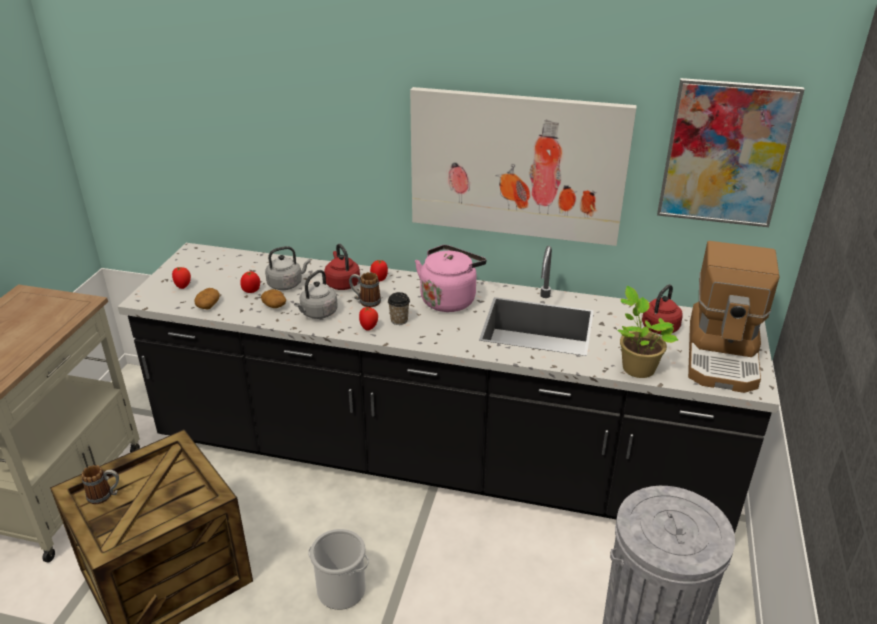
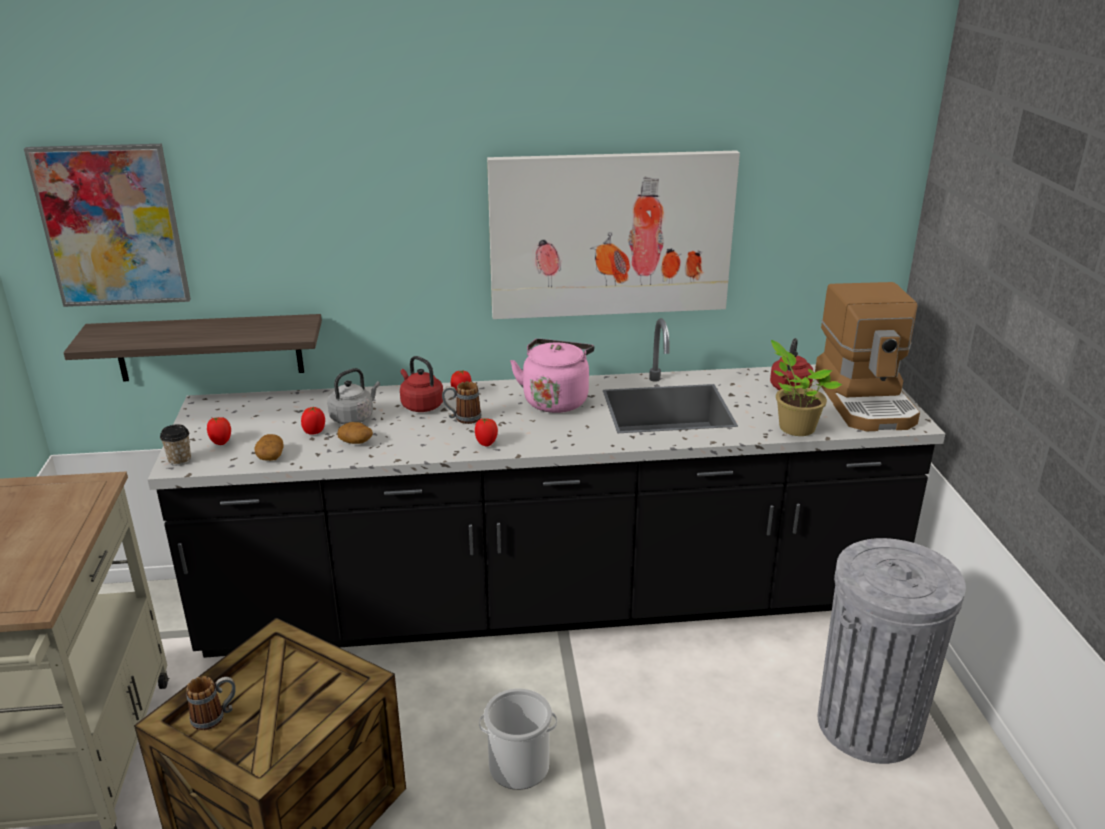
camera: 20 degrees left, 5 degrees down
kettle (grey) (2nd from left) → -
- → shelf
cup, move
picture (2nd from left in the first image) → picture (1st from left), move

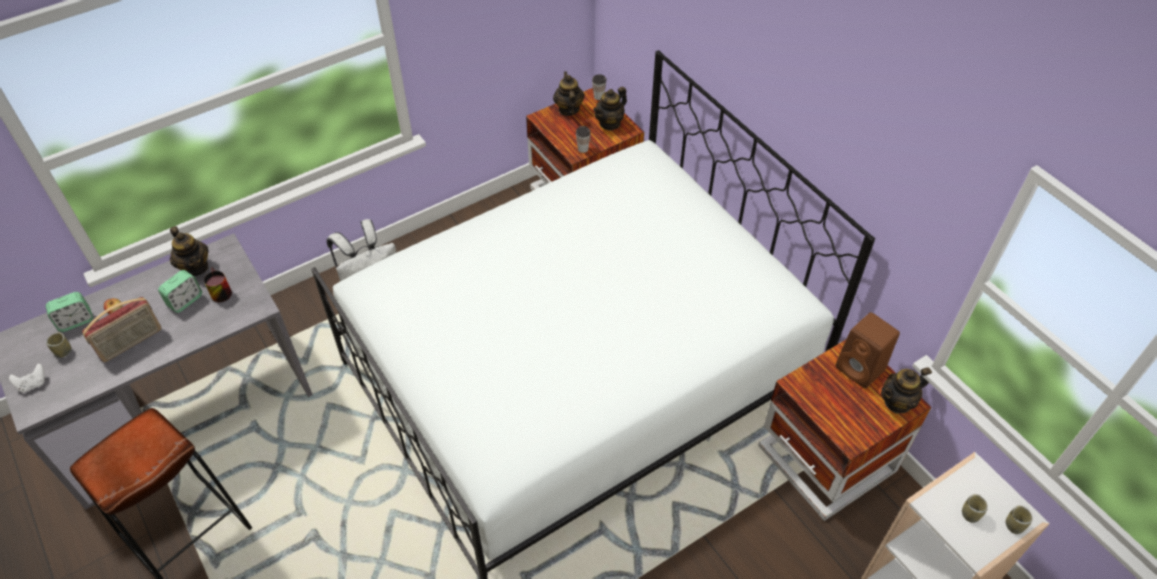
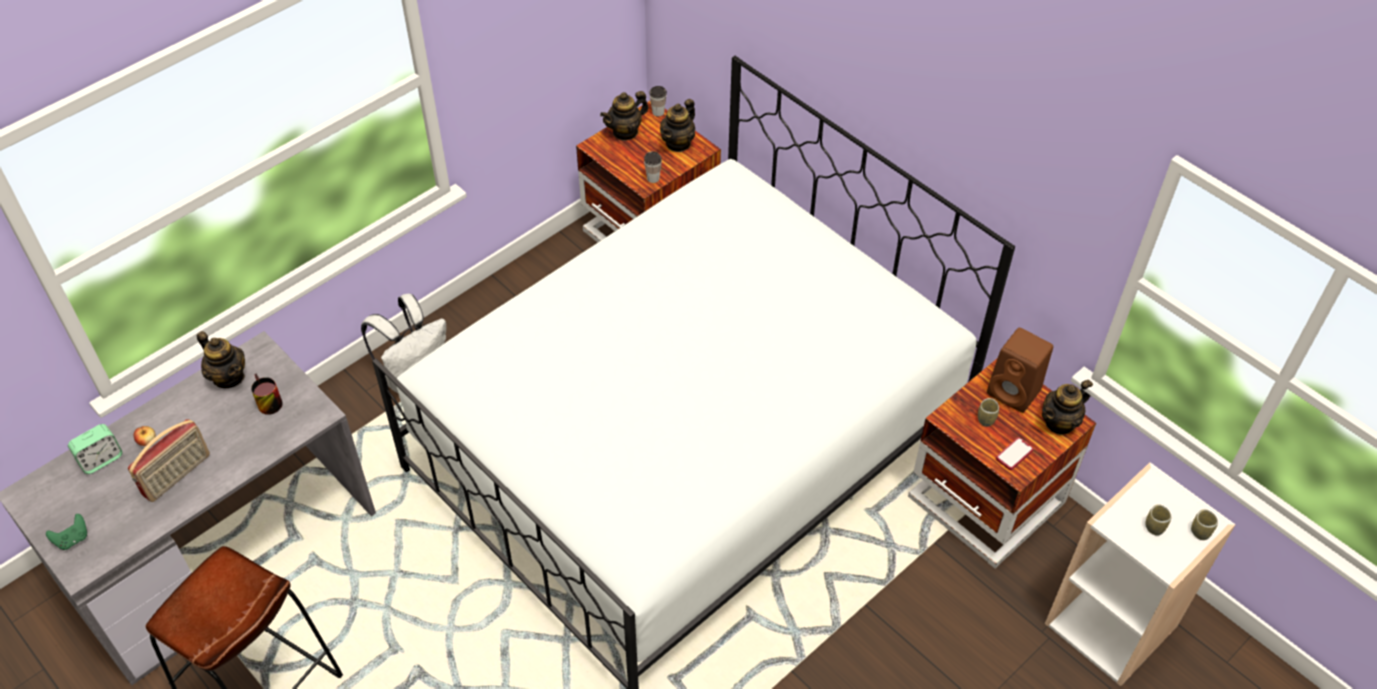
camera: 10 degrees left, 0 degrees up
alarm clock (2nd from left) → -
- → phone
cup (1st from left in the first image) → cup (3rd from left), move
game controller (white) → game controller (green)
teapot (2nd from left), 105 degrees counterclockwise

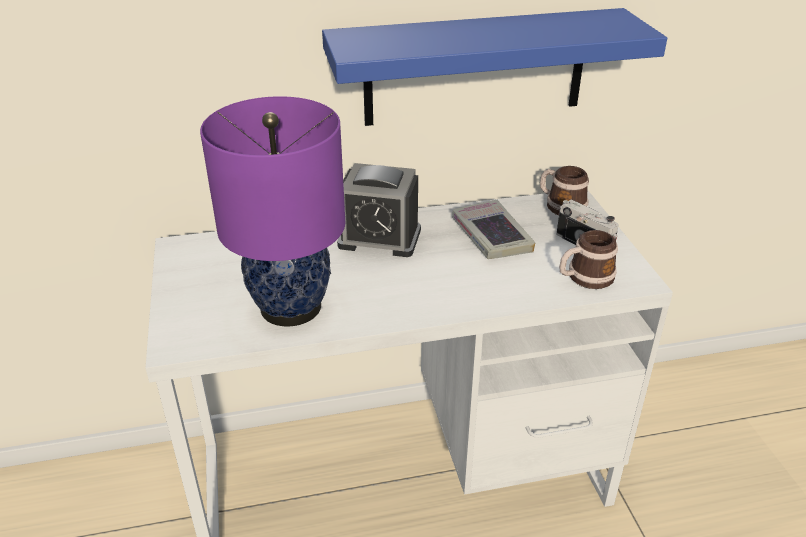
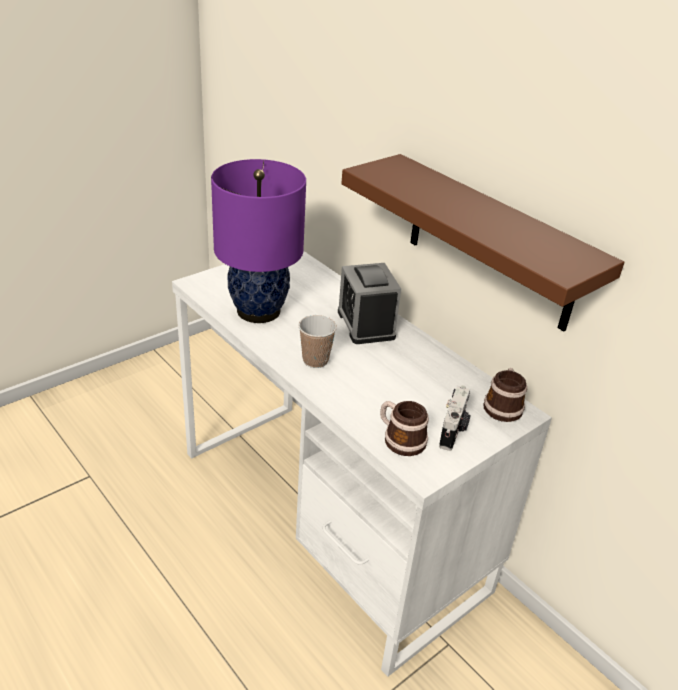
camera: 60 degrees right, 0 degrees up
book → -
- → cup
shelf (blue) → shelf (brown)

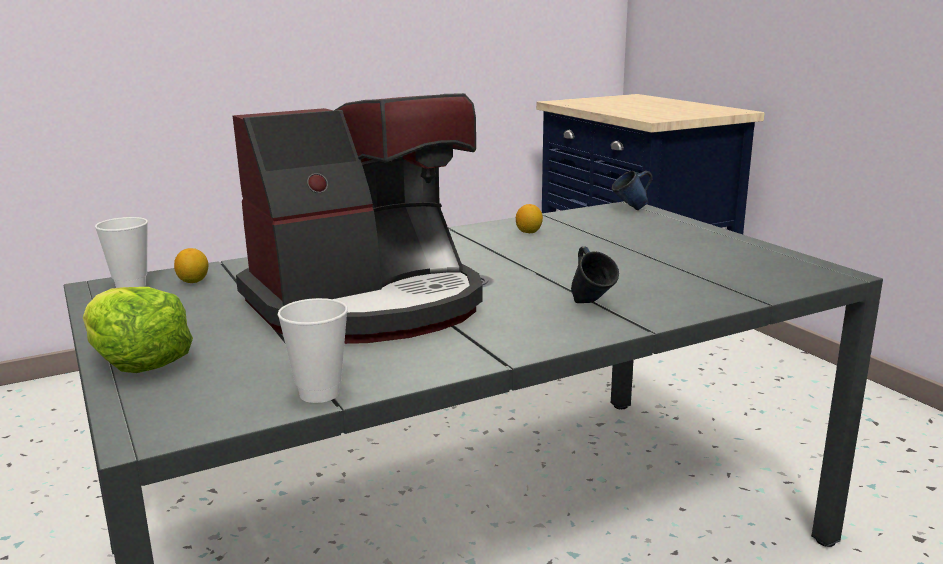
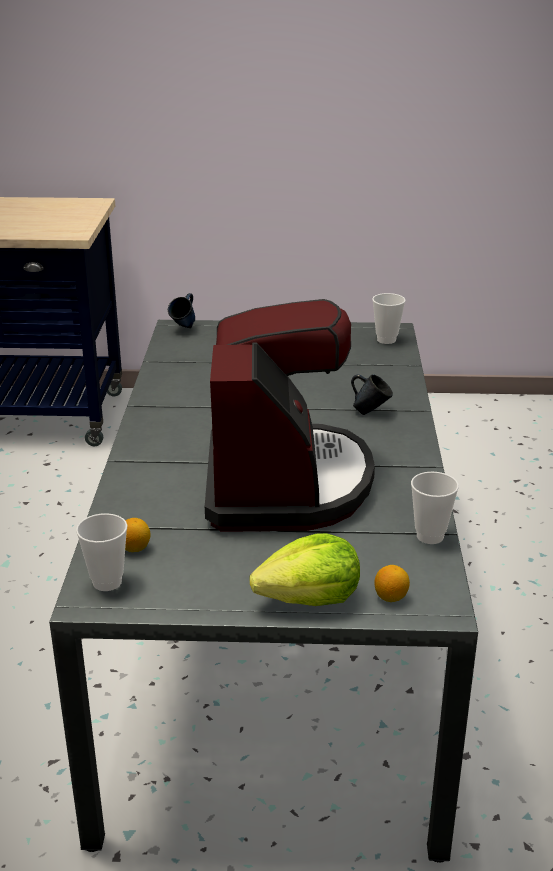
camera: 60 degrees left, 10 degrees up
- → cup (2nd from left)
lemon (2nd from left), move

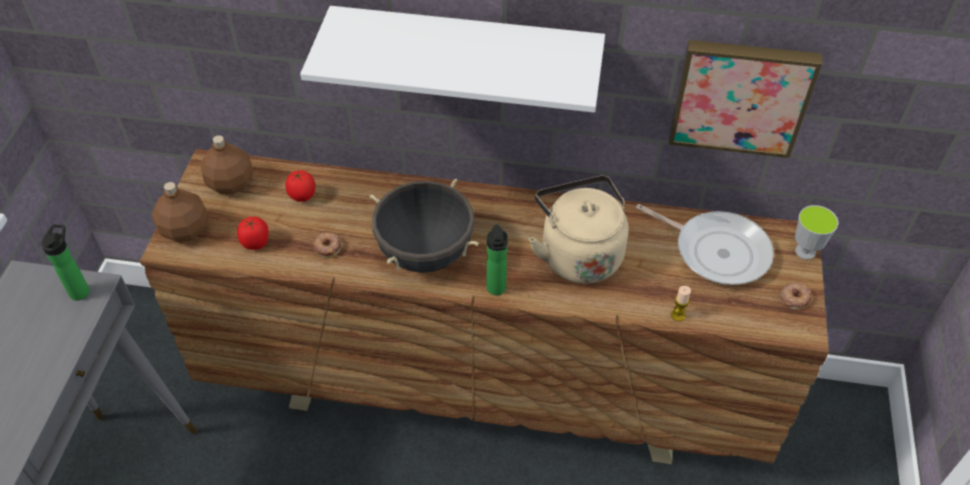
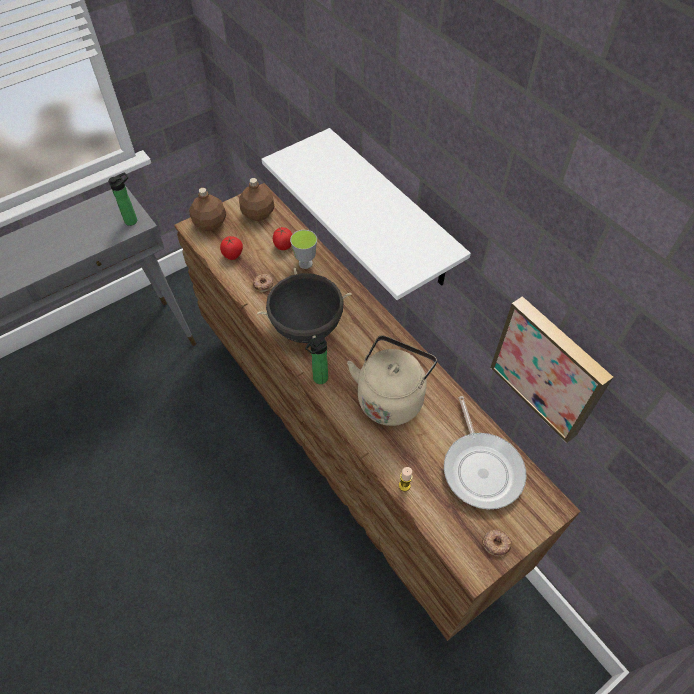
camera: 45 degrees right, 5 degrees up
cup, move

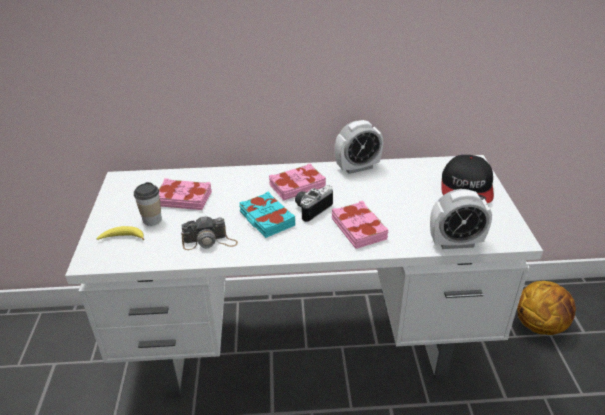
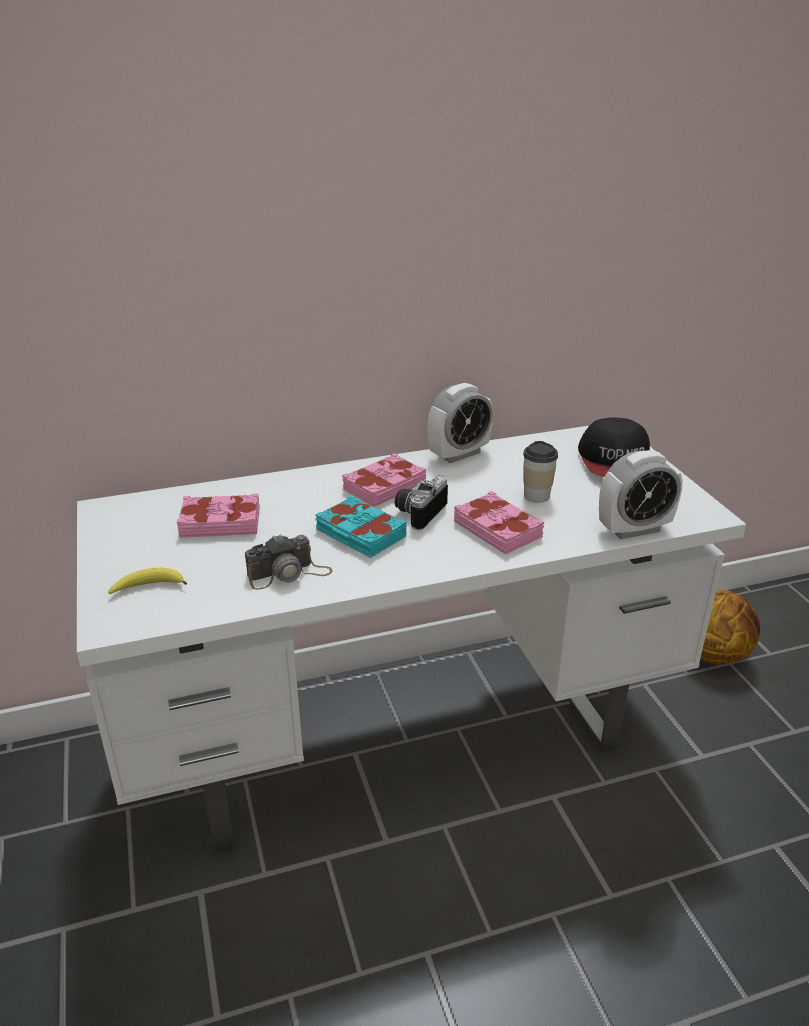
camera: 15 degrees left, 5 degrees down
cup, move

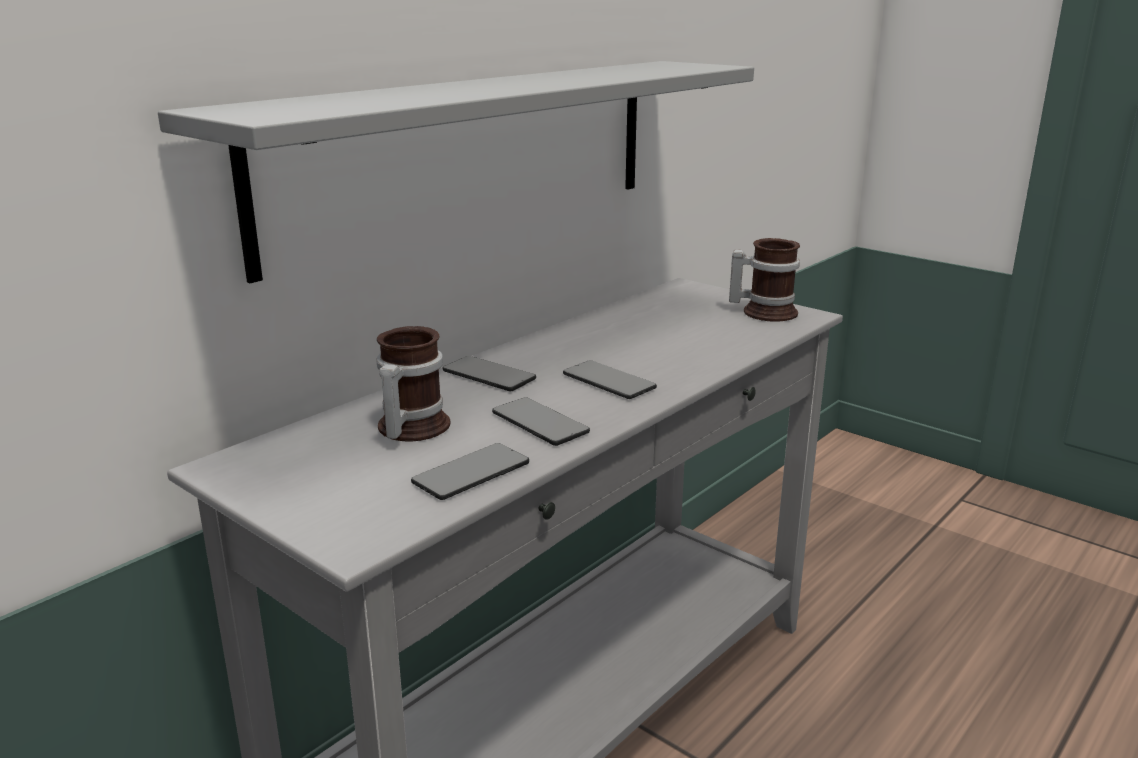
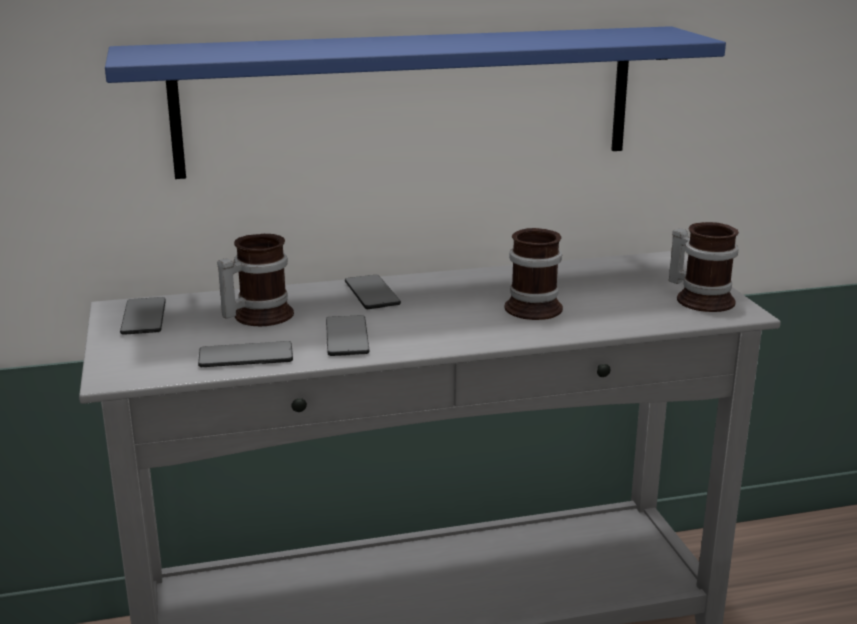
camera: 35 degrees right, 0 degrees up
- → mug (2nd from left)
phone (4th from left in the first image) → phone (1st from left), move
shelf (grey) → shelf (blue)

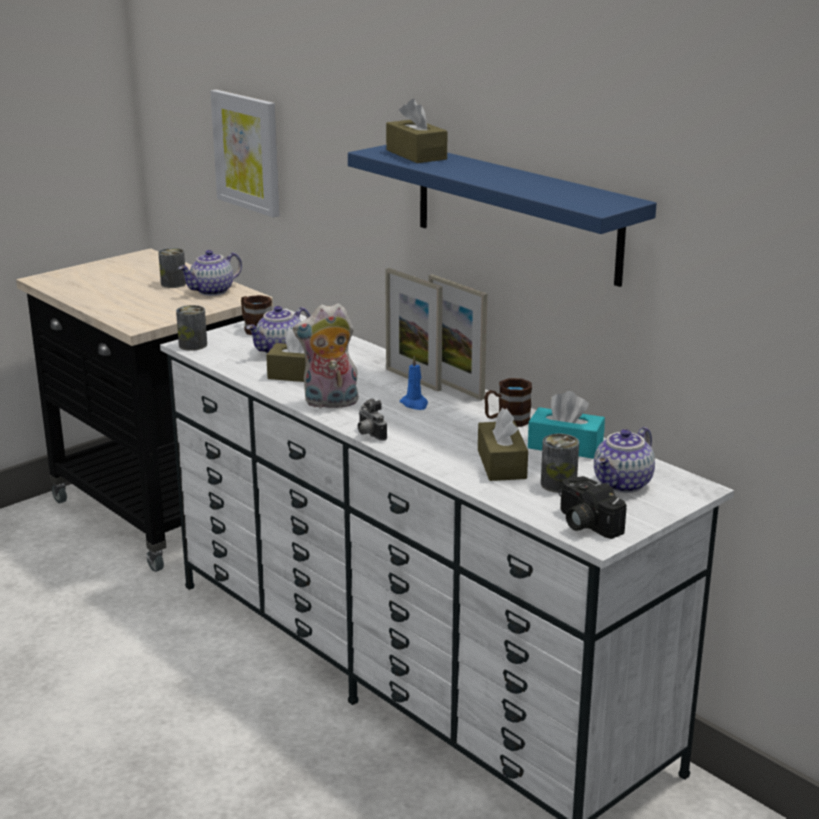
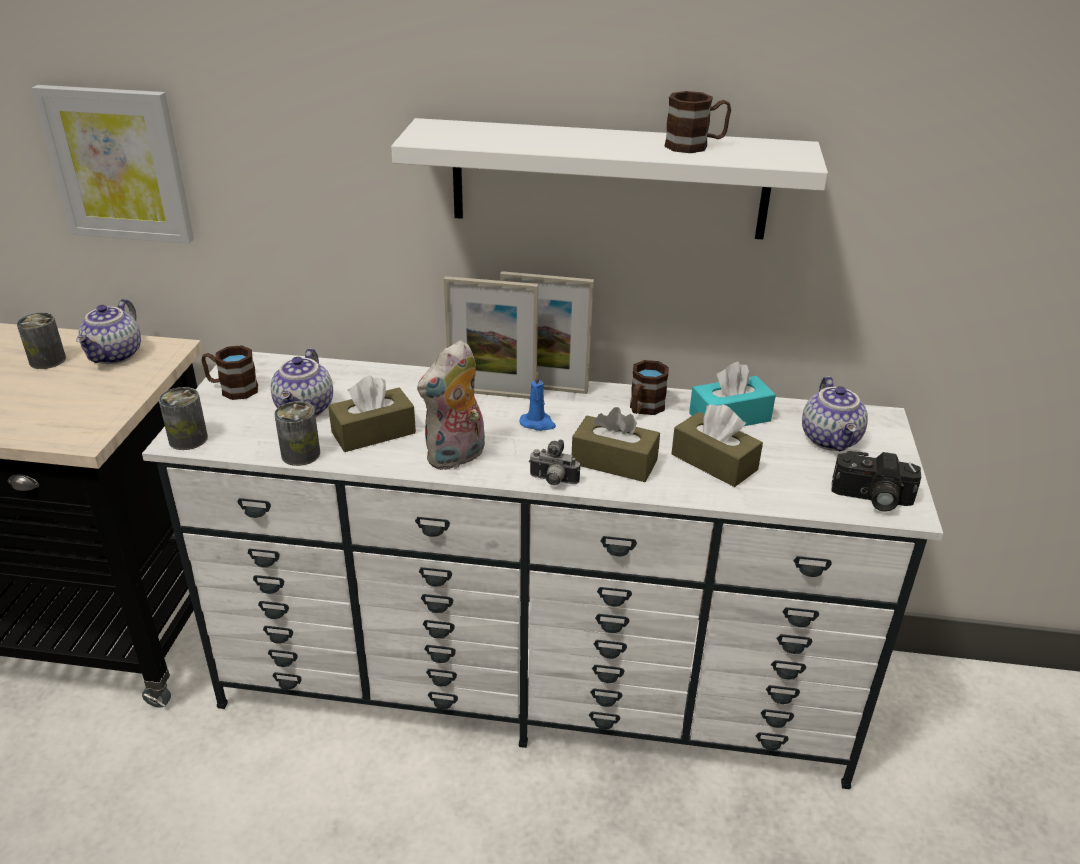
camera: 40 degrees left, 10 degrees up
- → mug (brown) (3rd from left)
tissue box (brown) (2nd from left), move
can (3rd from left), move
shelf (blue) → shelf (white)

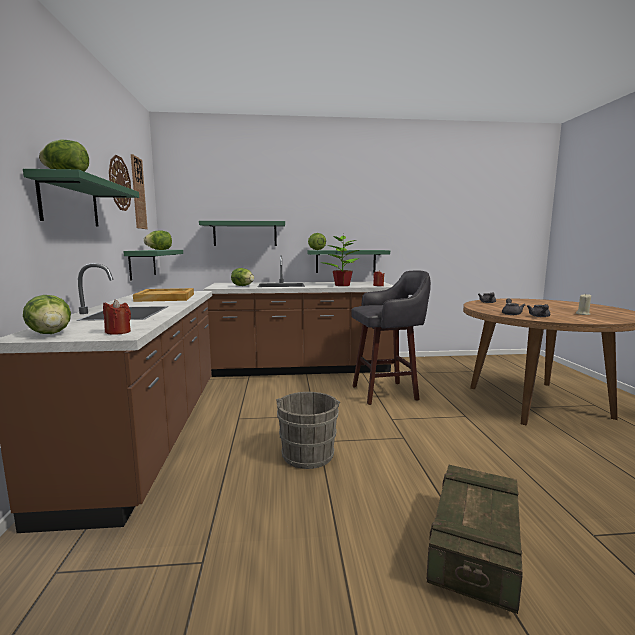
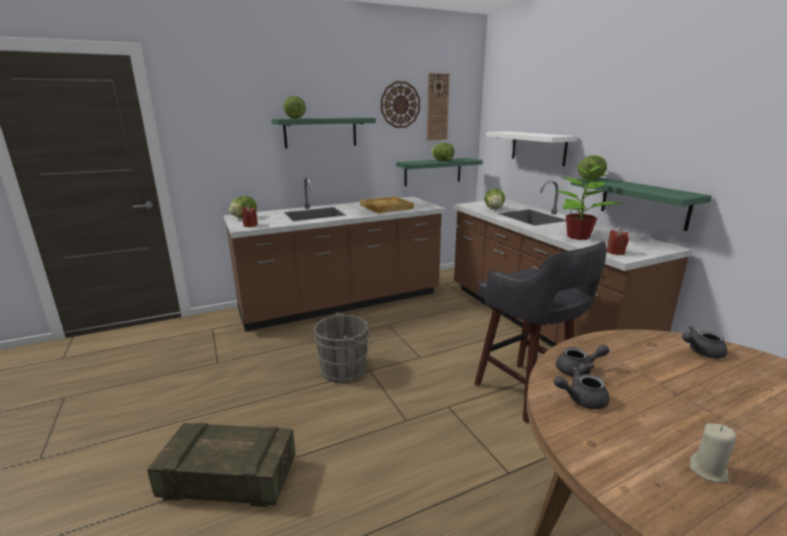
camera: 70 degrees right, 10 degrees up
shelf (green) (3rd from left) → shelf (white)

